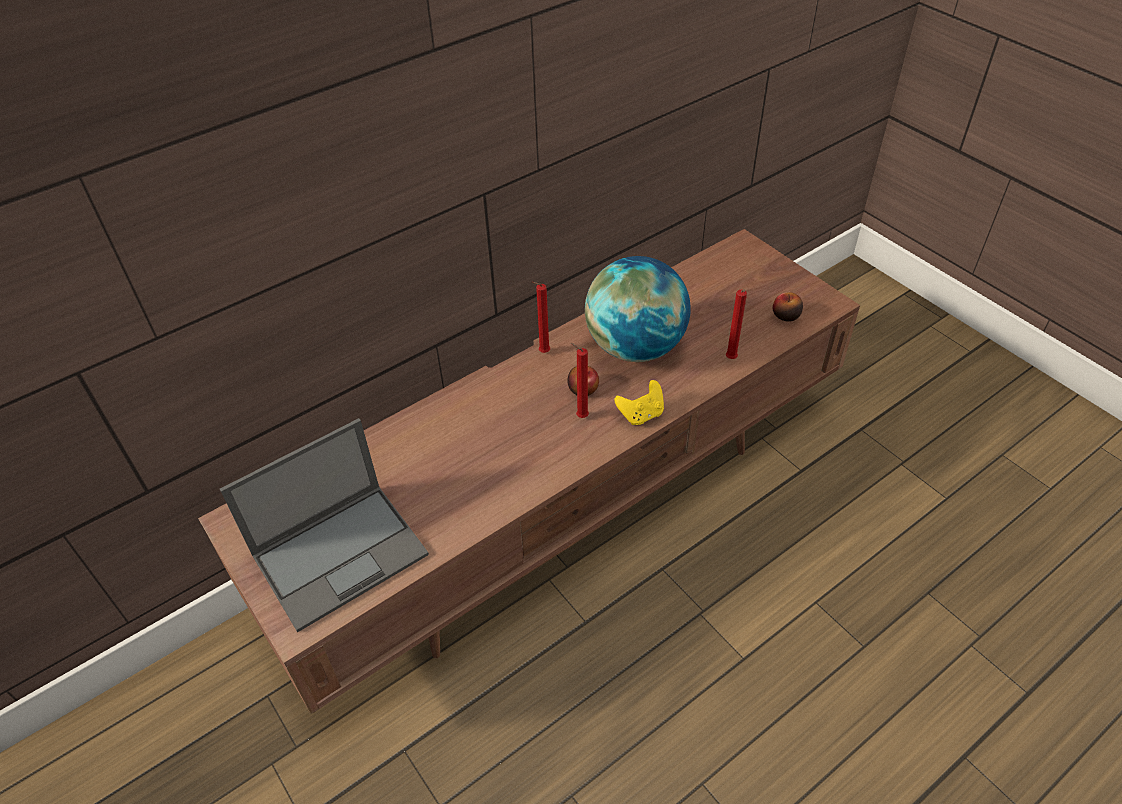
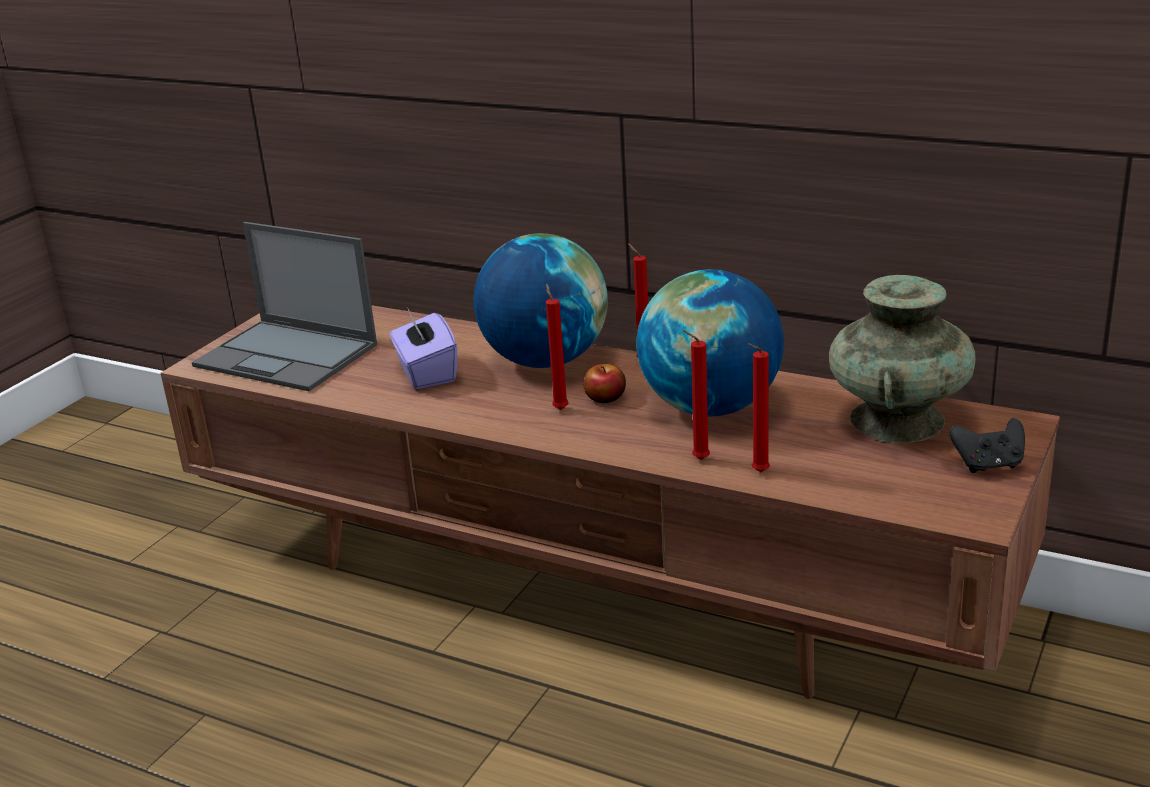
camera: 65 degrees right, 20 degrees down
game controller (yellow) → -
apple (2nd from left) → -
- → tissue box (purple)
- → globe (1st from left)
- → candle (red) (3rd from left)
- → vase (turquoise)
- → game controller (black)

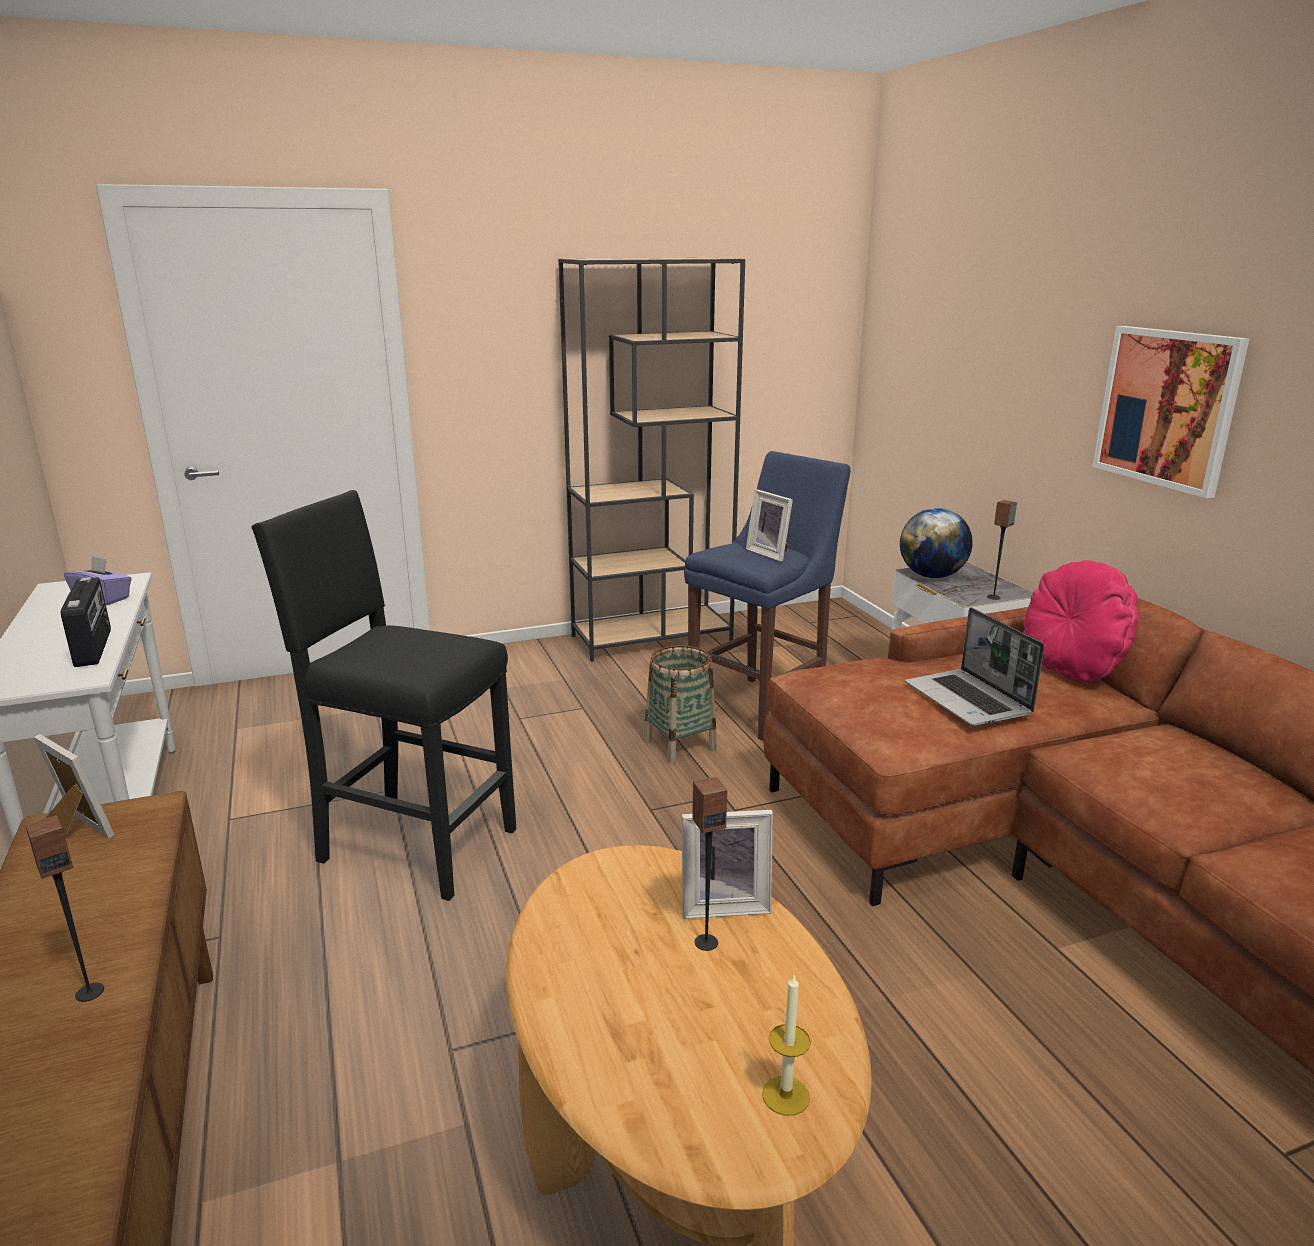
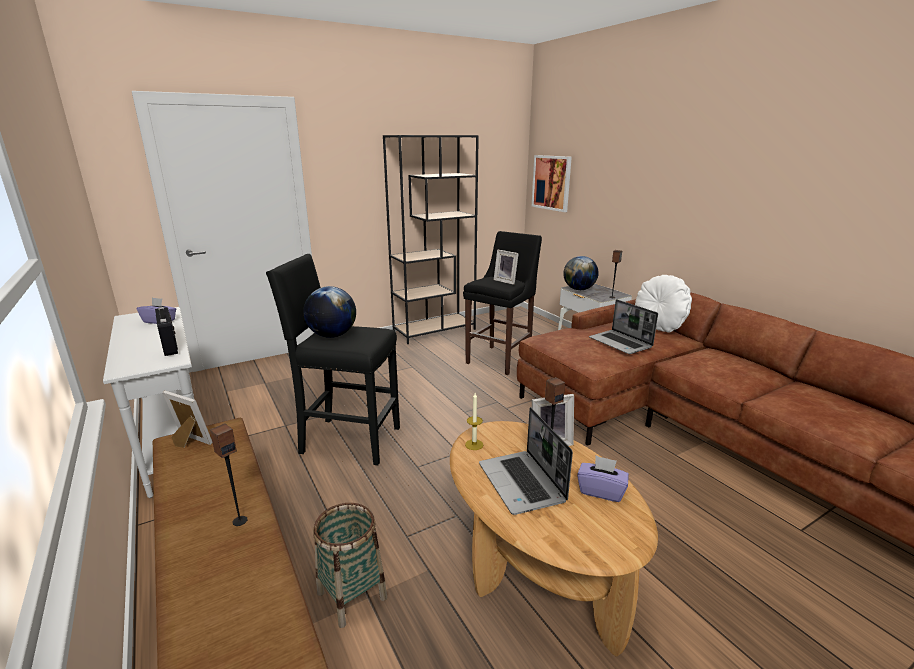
camera: 10 degrees left, 0 degrees up
- → globe (1st from left)
- → laptop (1st from left)
- → tissue box (purple) (2nd from left)
basket, move
candle, move
picture, move
stool (blue) → stool (black) (2nd from left)
pillow (pink) → pillow (white)

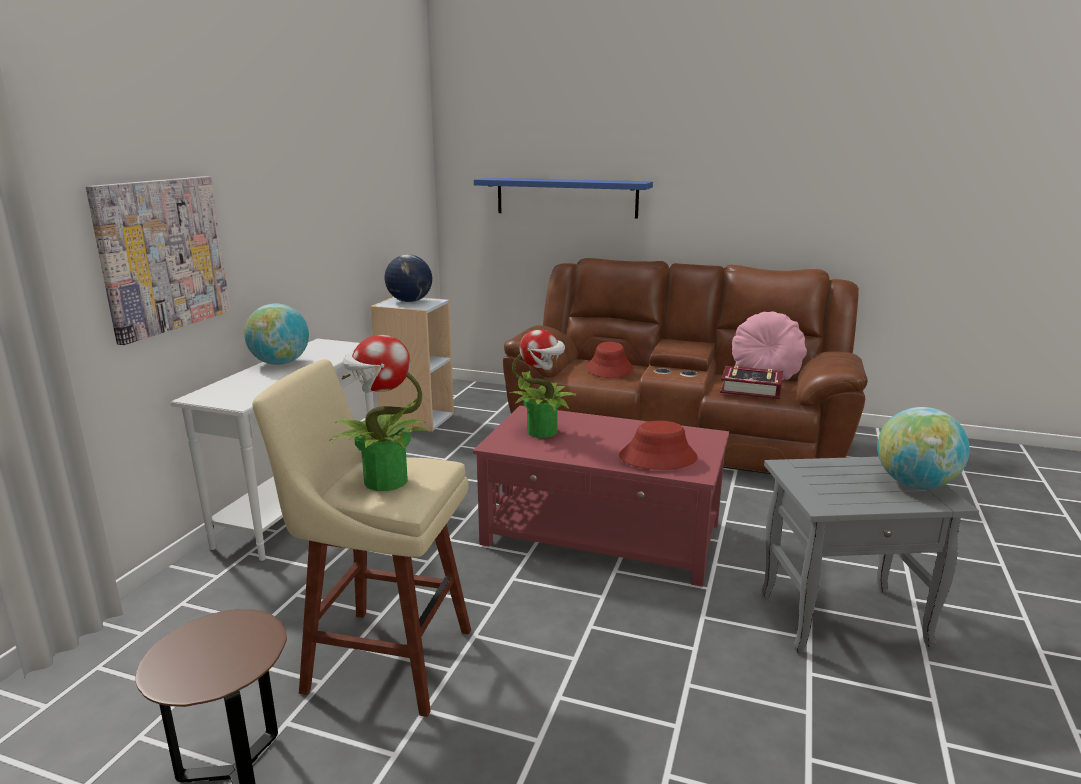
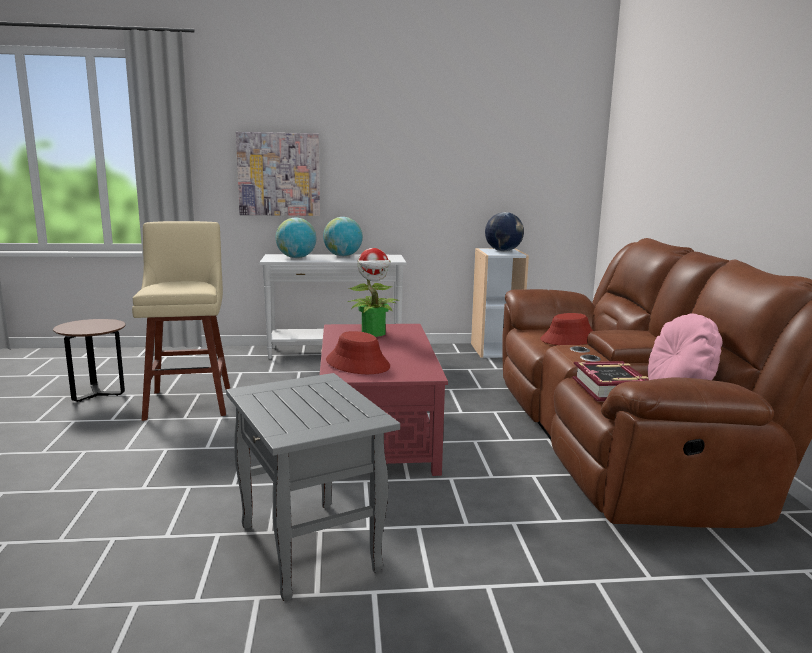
camera: 65 degrees right, 5 degrees down
potted plant (1st from left) → -
shelf (blue) → -
globe (3rd from left in the first image) → globe (1st from left), move

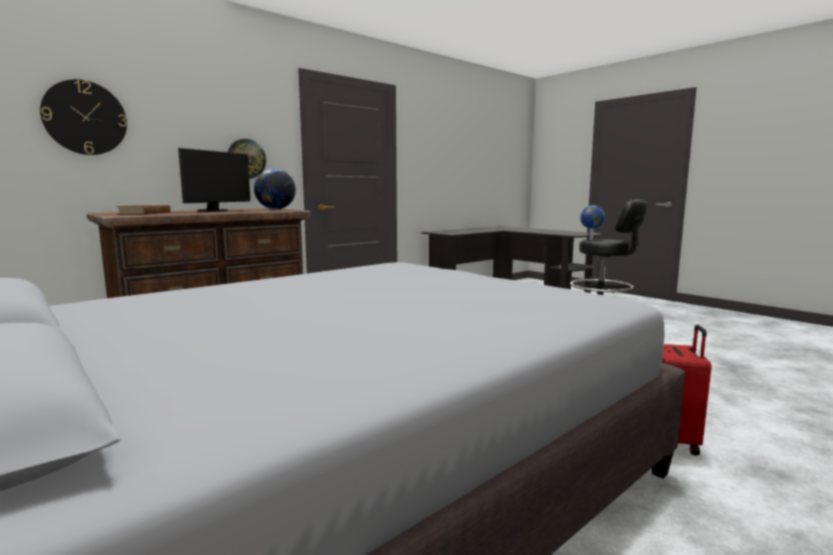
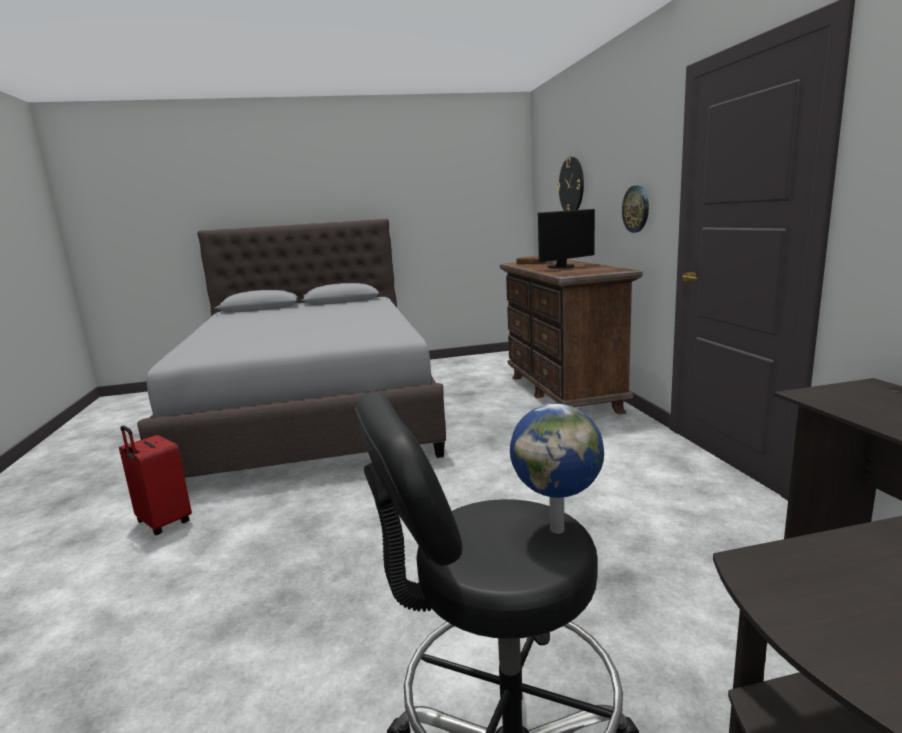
camera: 120 degrees right, 5 degrees up
globe (1st from left) → -
monitor, 90 degrees counterclockwise

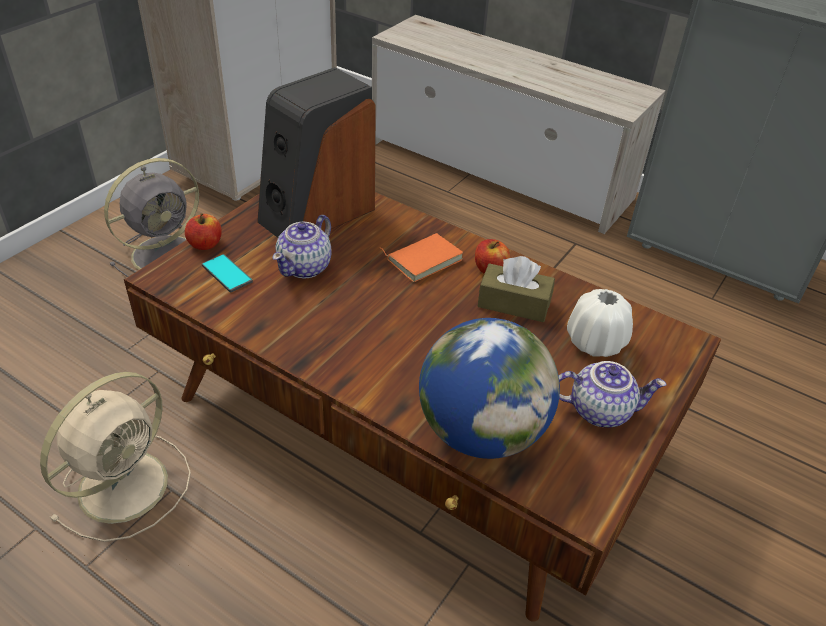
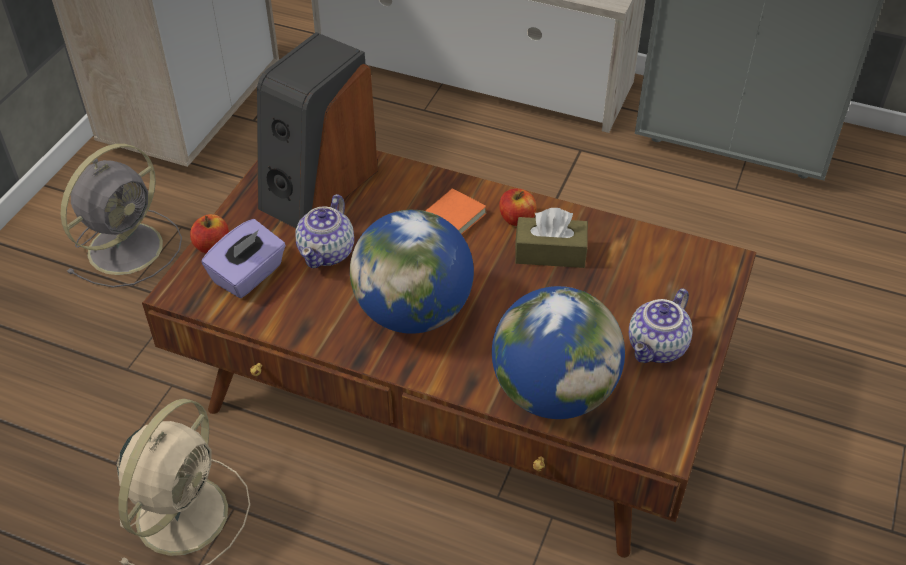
camera: 10 degrees left, 5 degrees up
vase (white) → -
- → globe (1st from left)
phone → tissue box (purple)
teapot (2nd from left), 135 degrees clockwise

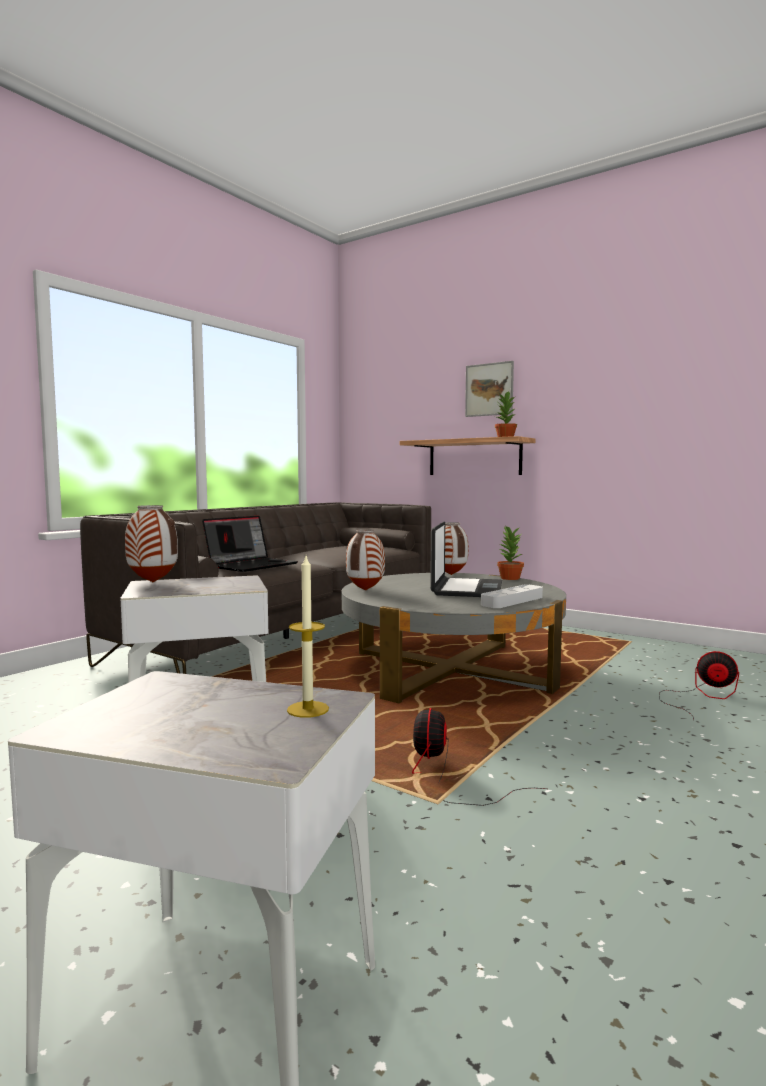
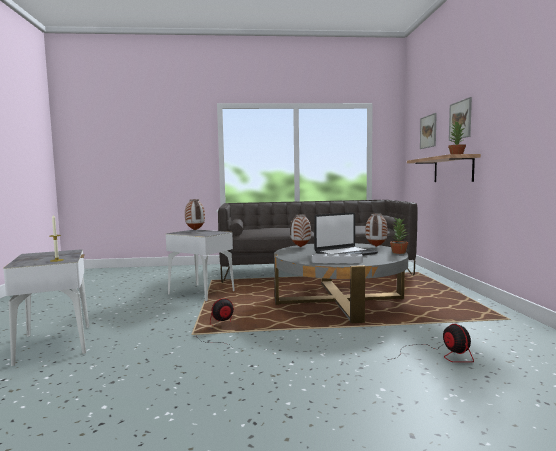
camera: 50 degrees right, 0 degrees up
laptop (1st from left) → -
- → picture (1st from left)

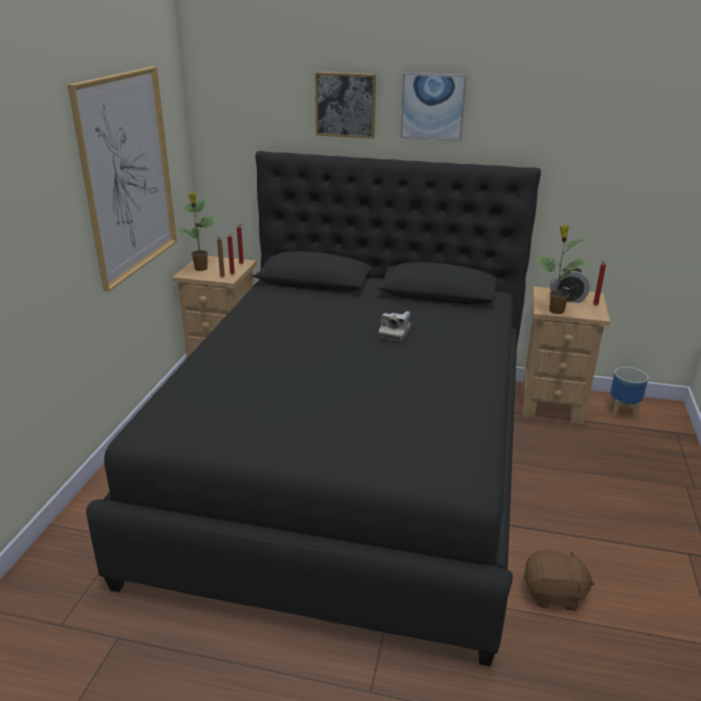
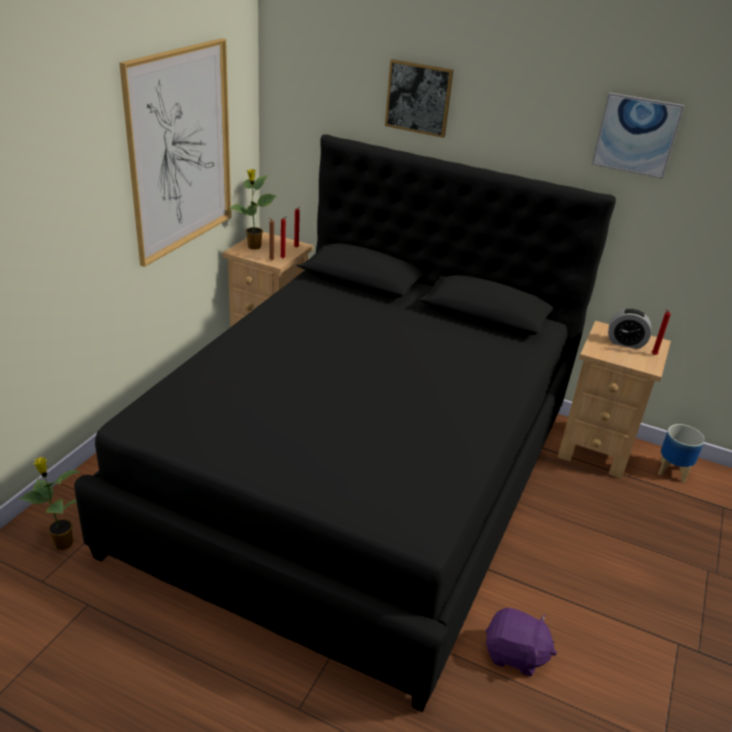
camera: 10 degrees right, 5 degrees up
photo camera → -
picture (3rd from left), move
potted plant (2nd from left in the first image) → potted plant (1st from left), move
plush toy (brown) → plush toy (purple)

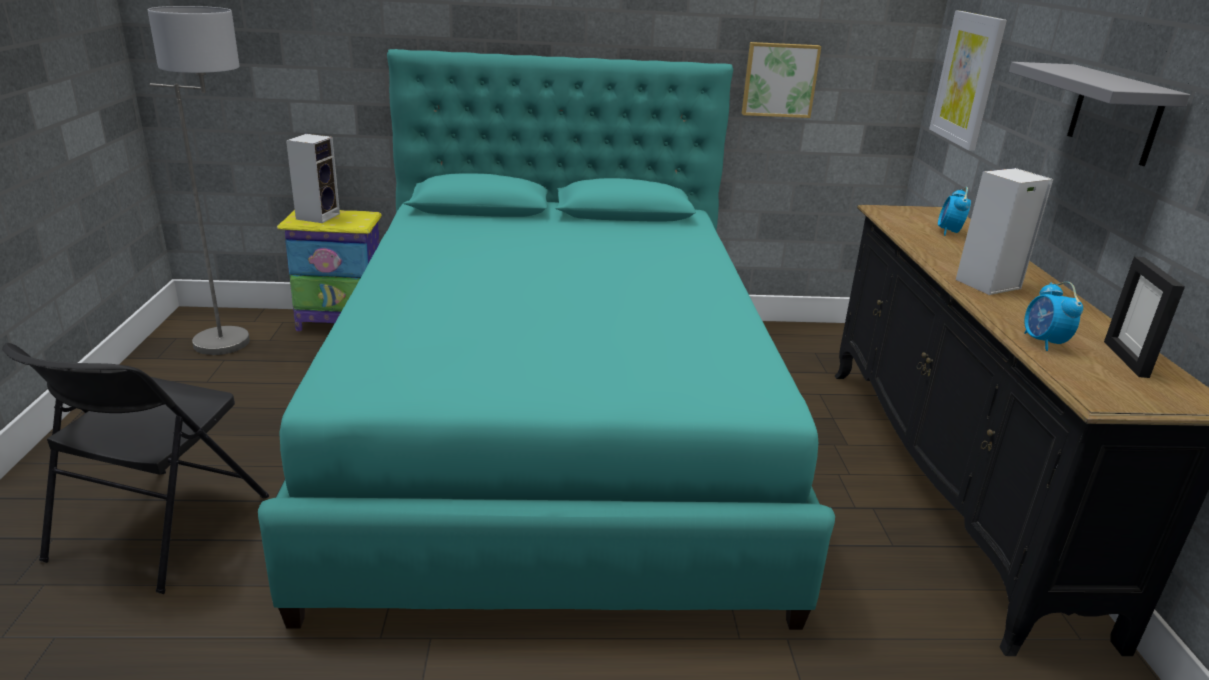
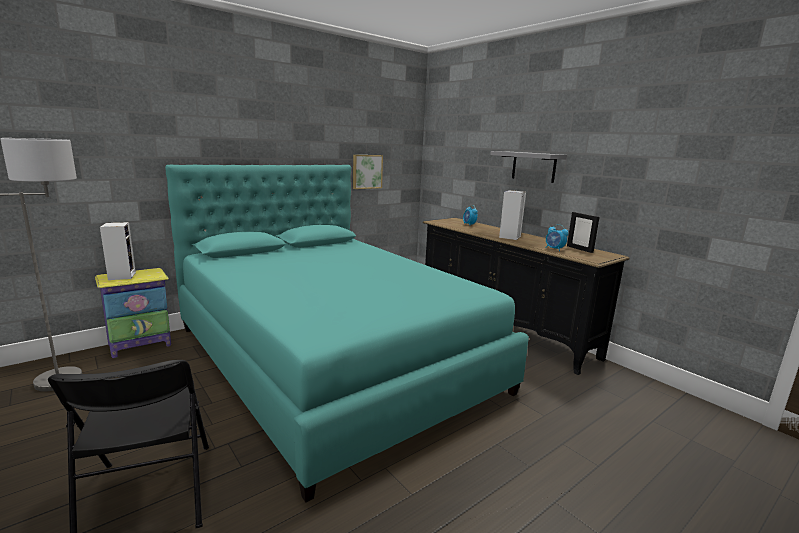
camera: 35 degrees left, 10 degrees down
picture (2nd from left) → -

